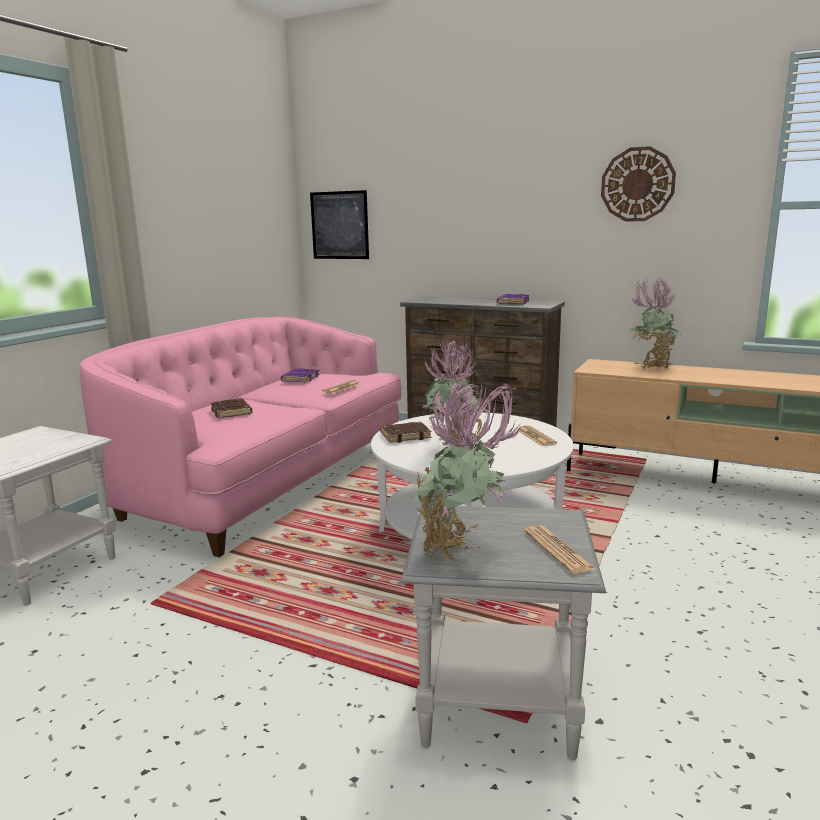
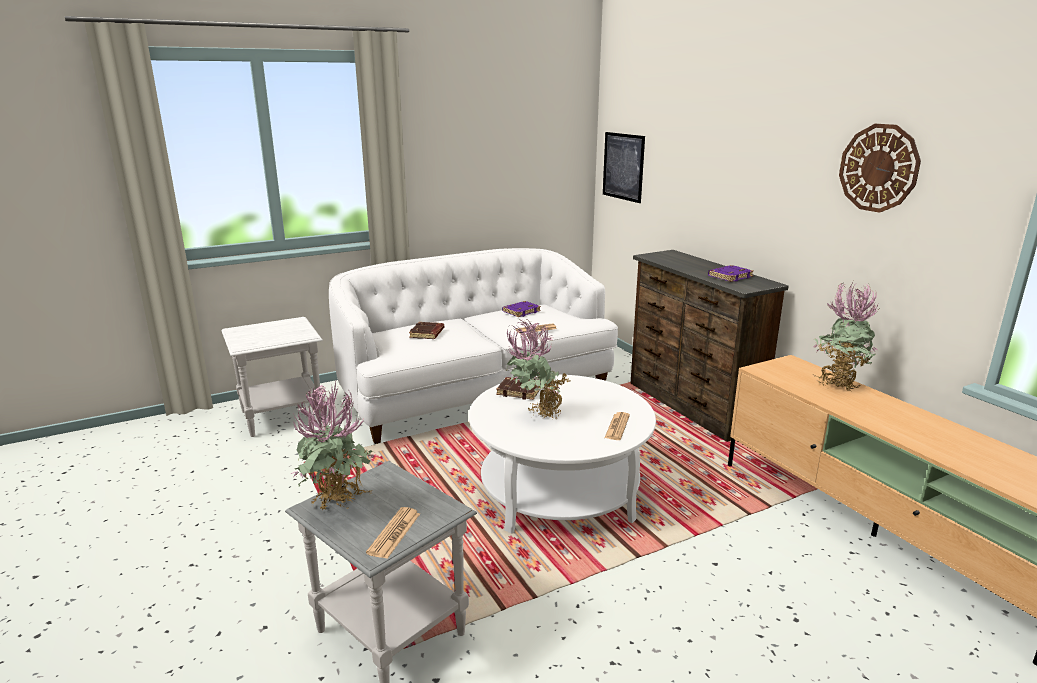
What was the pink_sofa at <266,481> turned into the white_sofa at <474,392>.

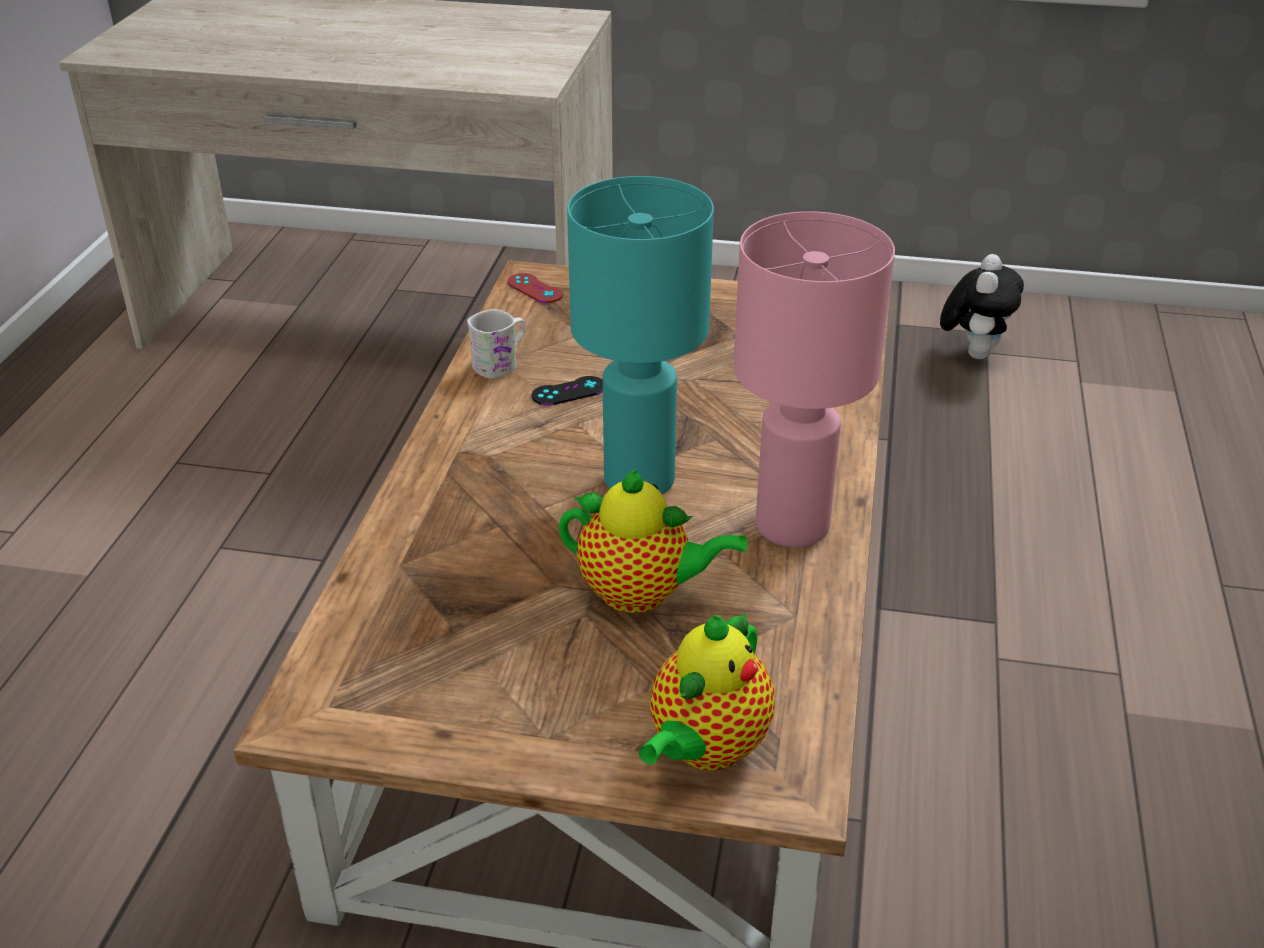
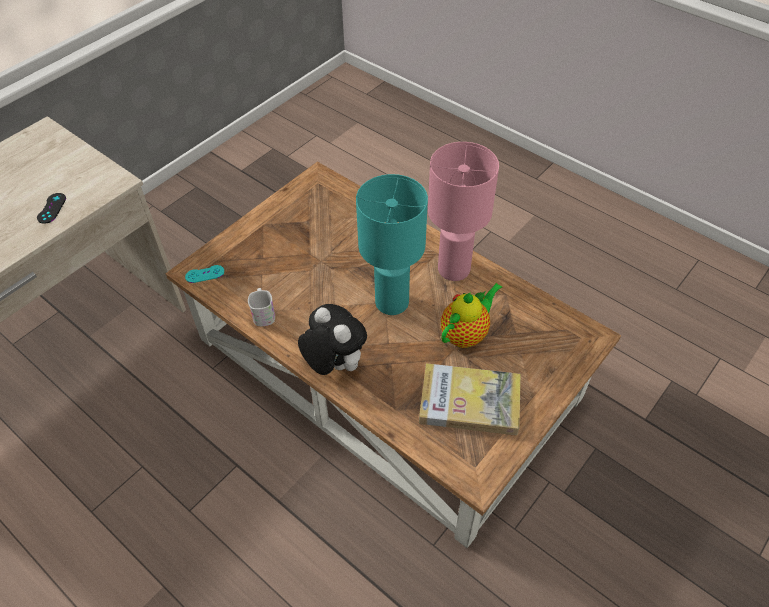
The plush_toy ended up elsewhere, having gone from <973,352> to <334,364>.
What was the red_game_controller at <535,288> turned into the turquoise_game_controller at <205,274>.
The black_game_controller ended up elsewhere, having gone from <568,391> to <51,208>.
The second view lost the teapot at <705,749>.
The second view gained the book at <469,401>.

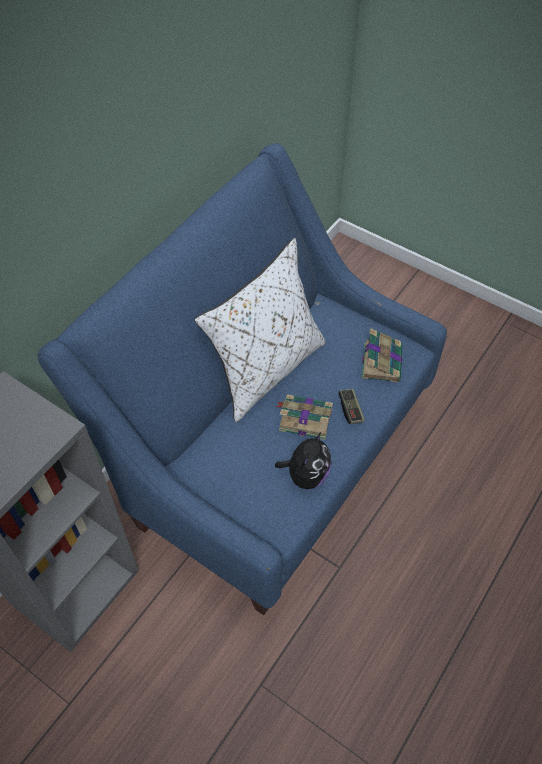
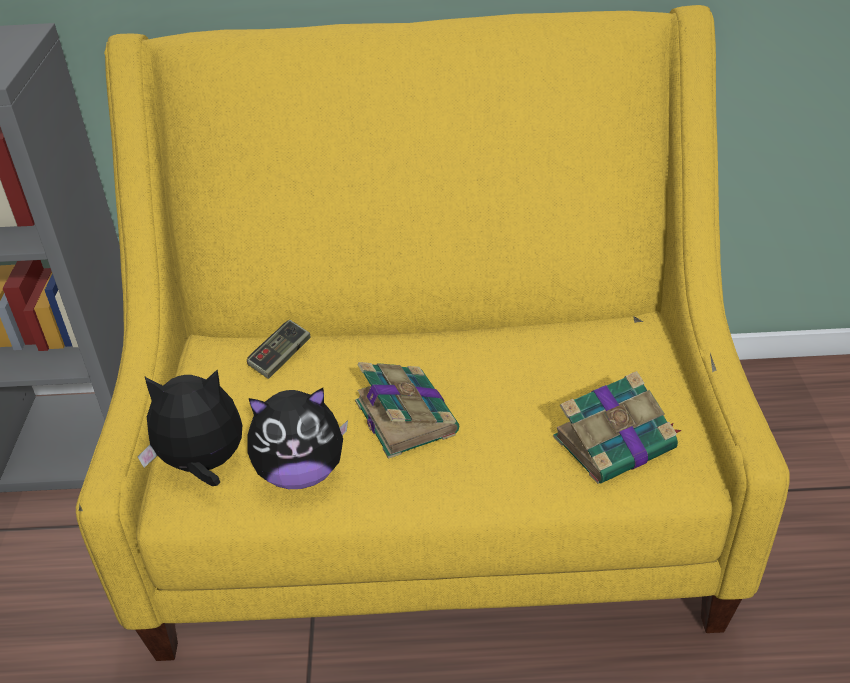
What was the blue_sofa at <270,451> turned into the yellow_sofa at <433,505>.
The second view lost the white_pillow at <265,369>.
The game_controller ended up elsewhere, having gone from <350,410> to <280,358>.
The second view gained the plush_toy at <203,466>.

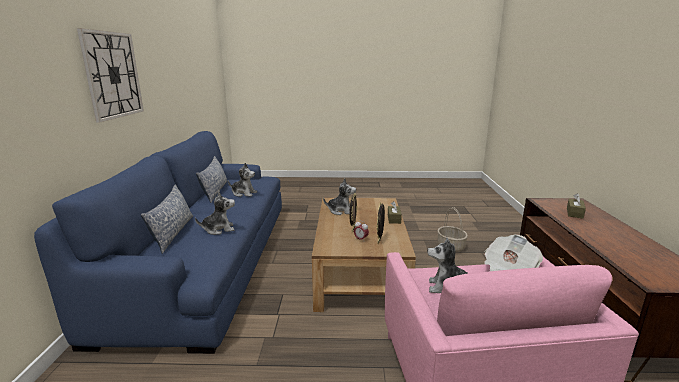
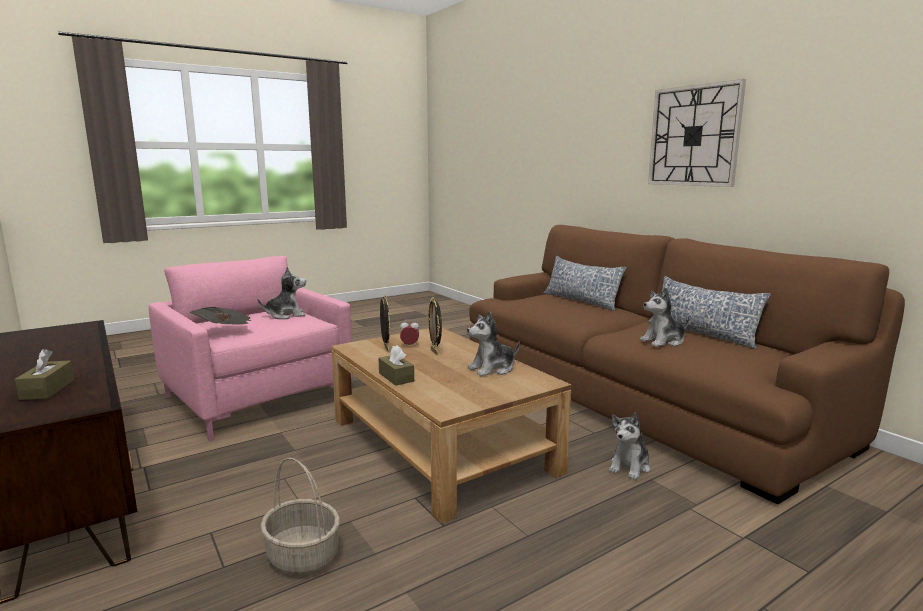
What was the blue_sofa at <208,261> turned into the brown_sofa at <633,396>.
The plush_toy ended up elsewhere, having gone from <219,229> to <630,466>.

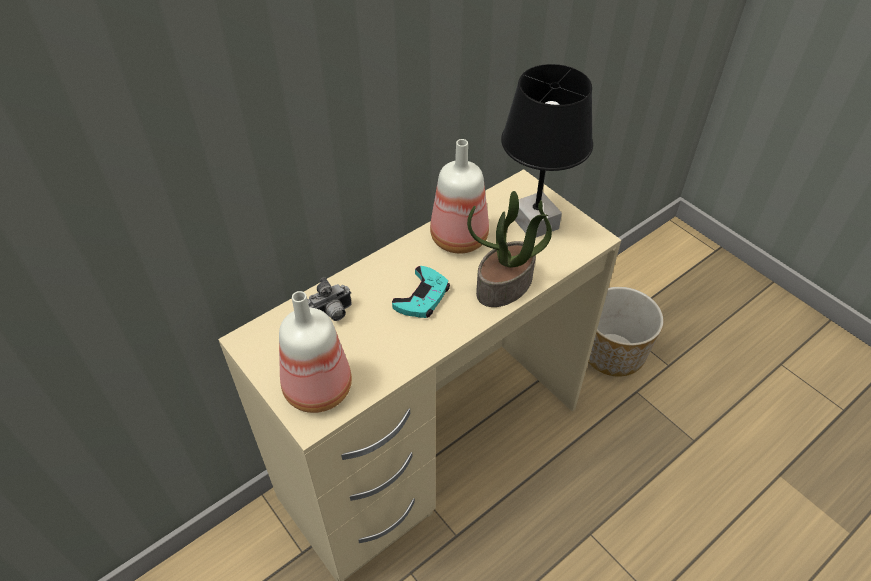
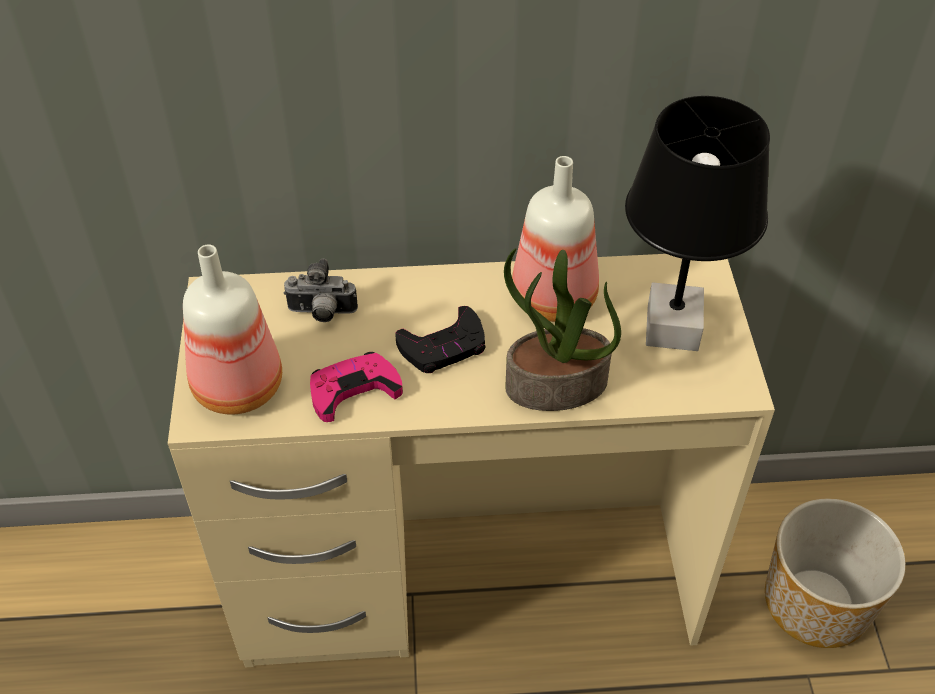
What was the turquoise_game_controller at <422,297> turned into the black_game_controller at <443,346>.
The second view gained the pink_game_controller at <353,390>.

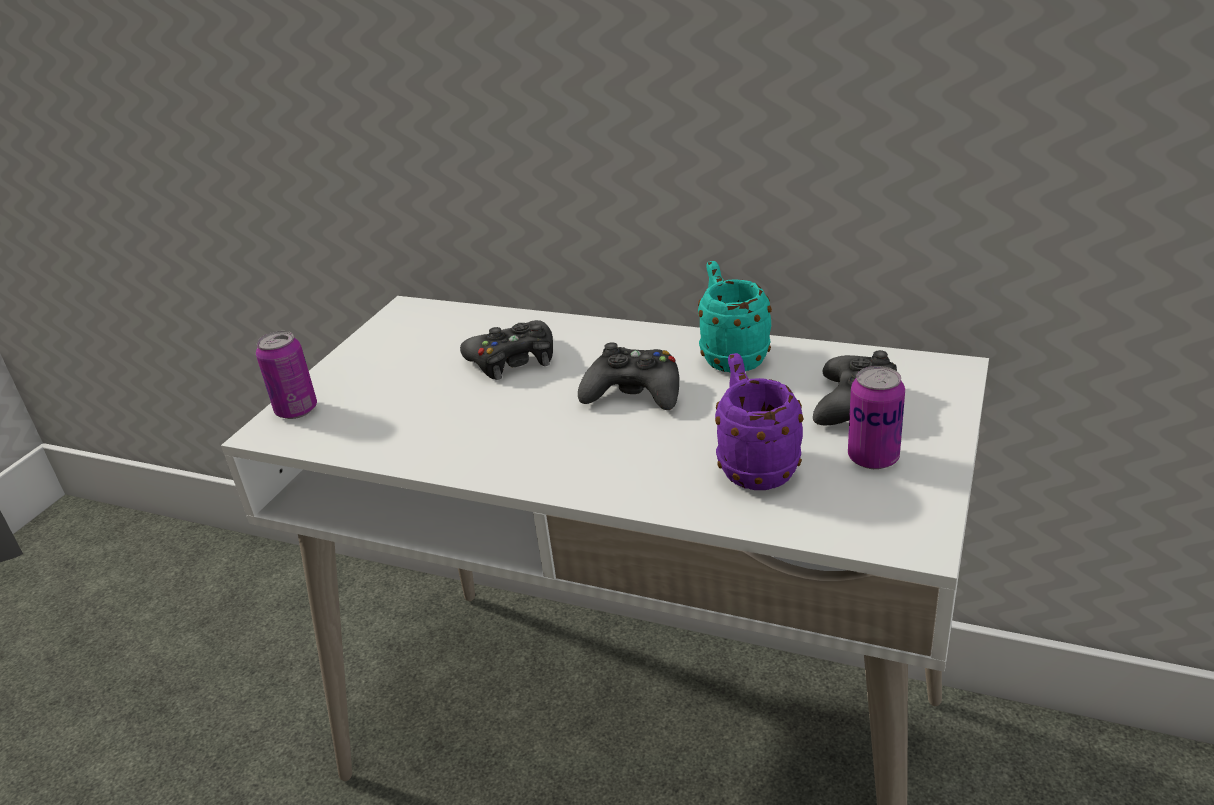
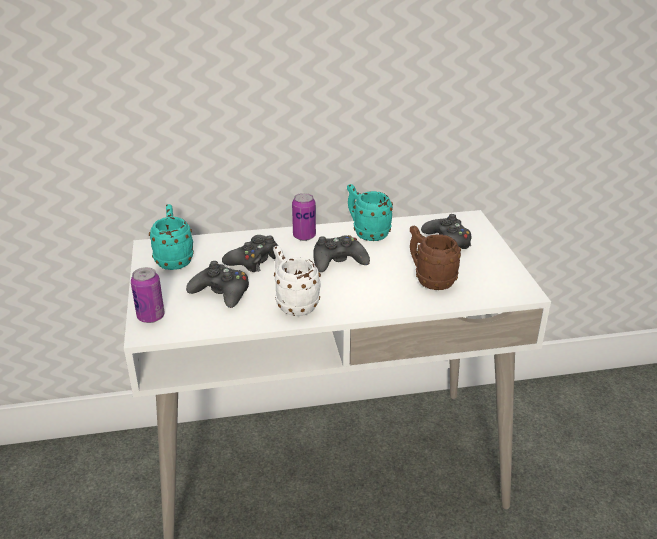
What was the purple_mug at <753,465> turned into the brown_mug at <429,279>.
The can ended up elsewhere, having gone from <873,458> to <304,236>.
The second view gained the turquoise_mug at <174,259>.
The second view gained the white_mug at <293,303>.
The second view gained the black_game_controller at <221,292>.

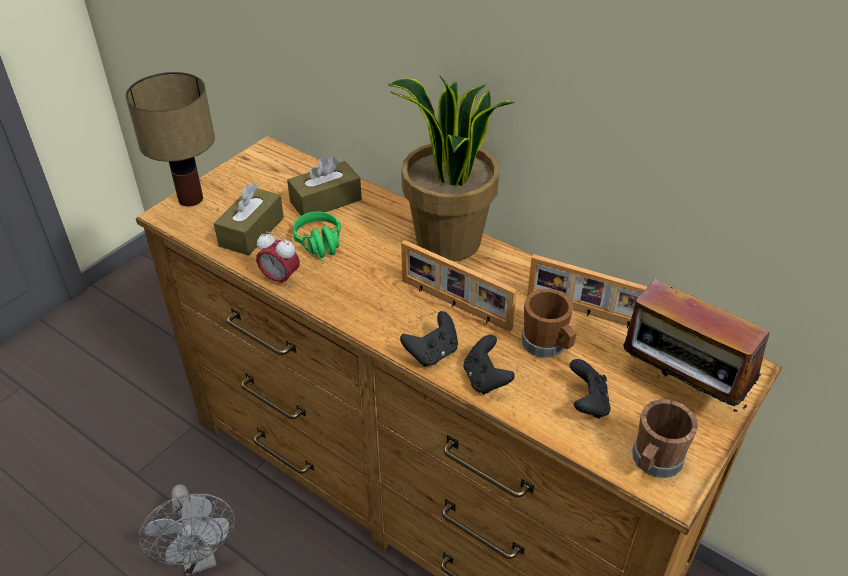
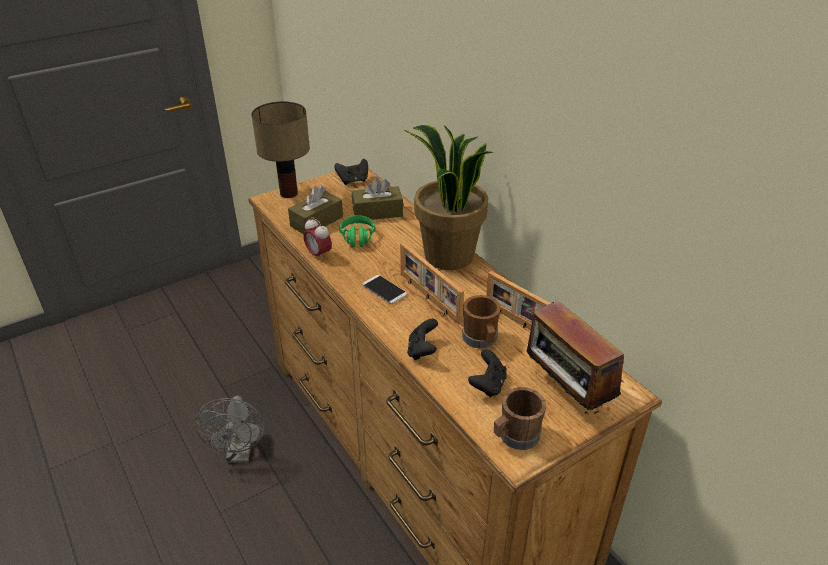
The black_game_controller ended up elsewhere, having gone from <432,353> to <353,181>.
The second view gained the phone at <384,290>.

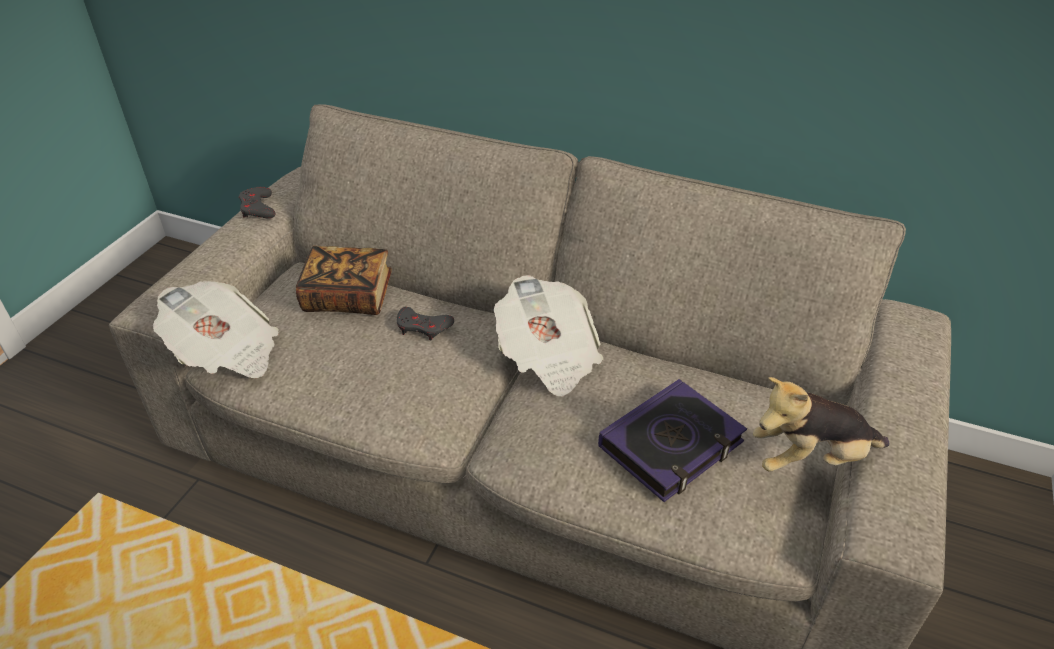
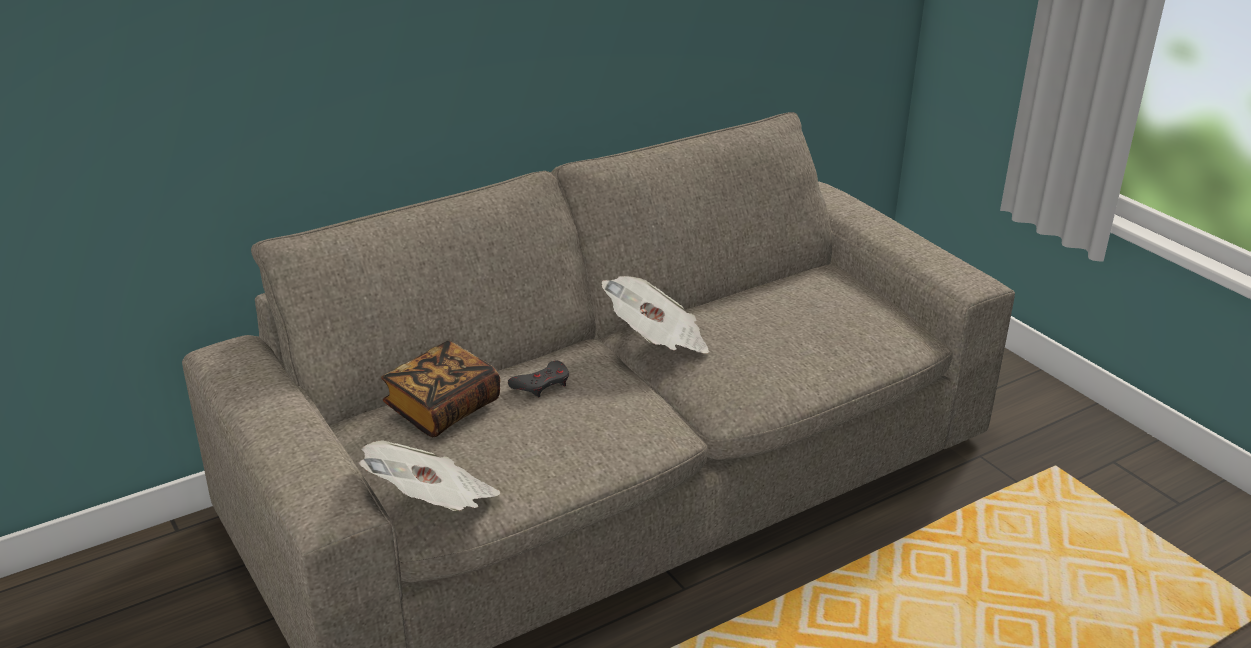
The second view lost the grey_game_controller at <258,208>.
The second view lost the plush_toy at <810,458>.
The second view lost the book at <671,445>.

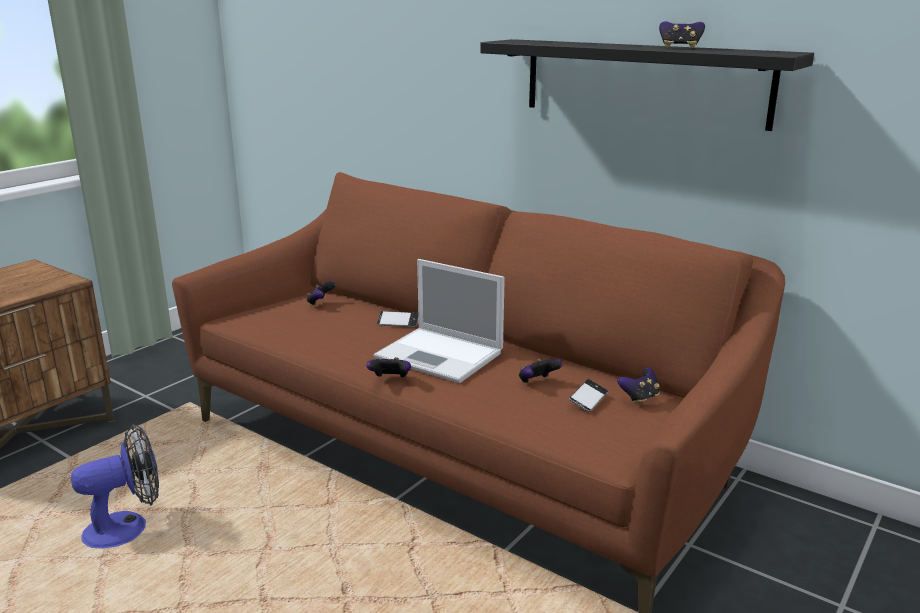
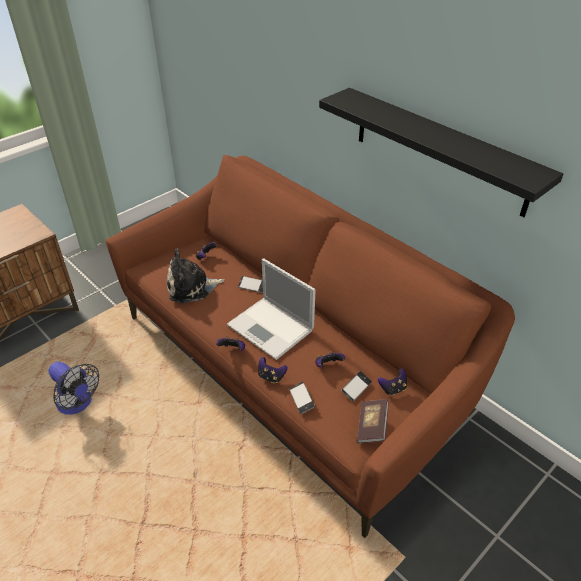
The game_controller ended up elsewhere, having gone from <679,48> to <271,377>.
The fan at <127,527> ended up facing another way, 60 degrees clockwise from before.
The second view gained the plush_toy at <191,287>.
The second view gained the phone at <301,399>.
The second view gained the book at <371,427>.

